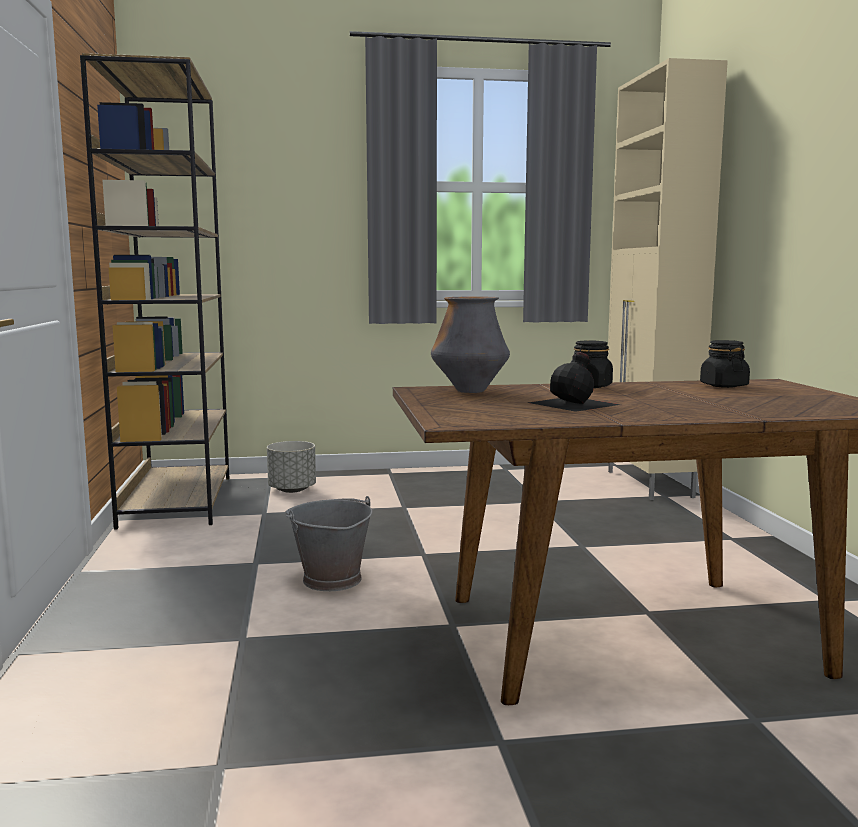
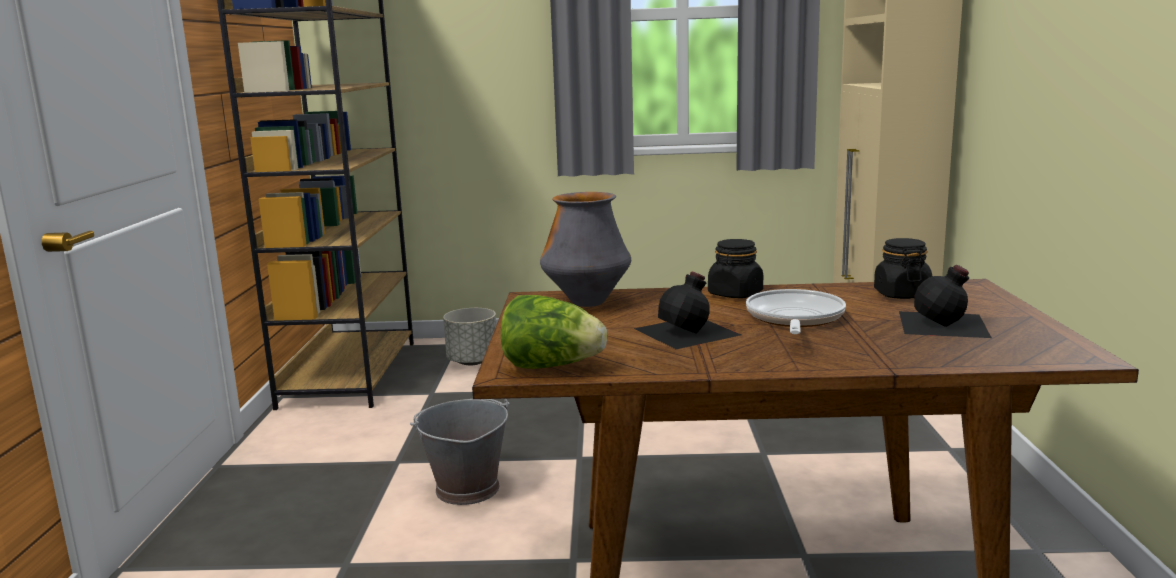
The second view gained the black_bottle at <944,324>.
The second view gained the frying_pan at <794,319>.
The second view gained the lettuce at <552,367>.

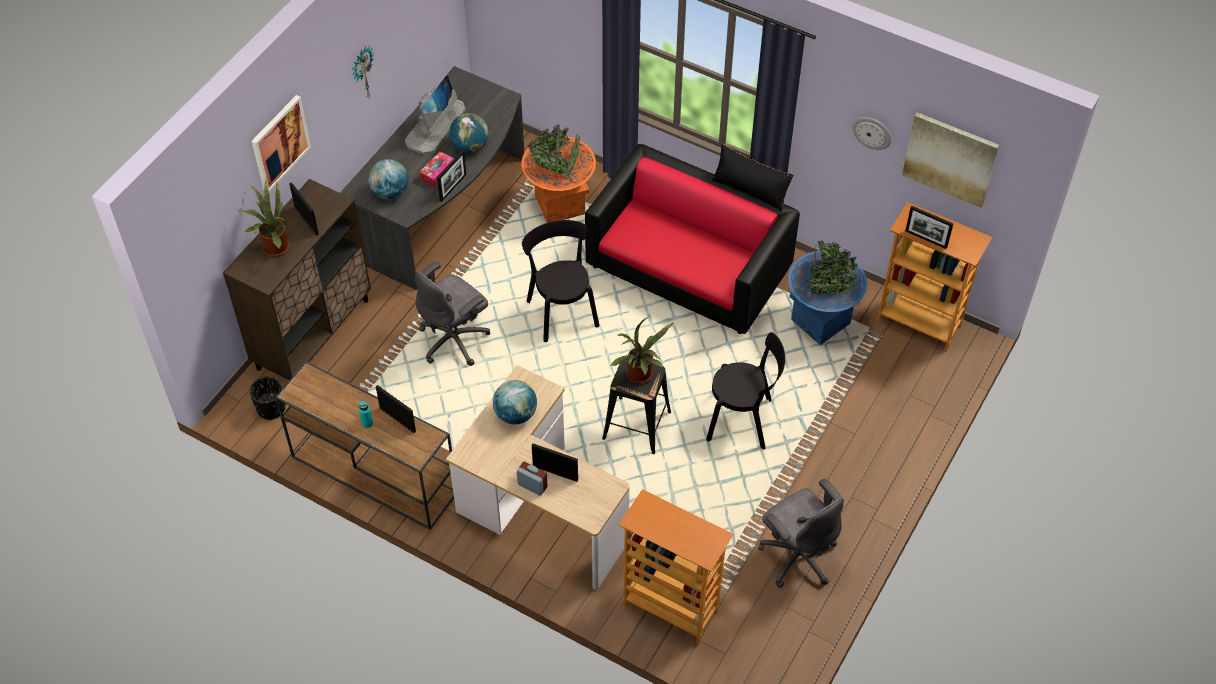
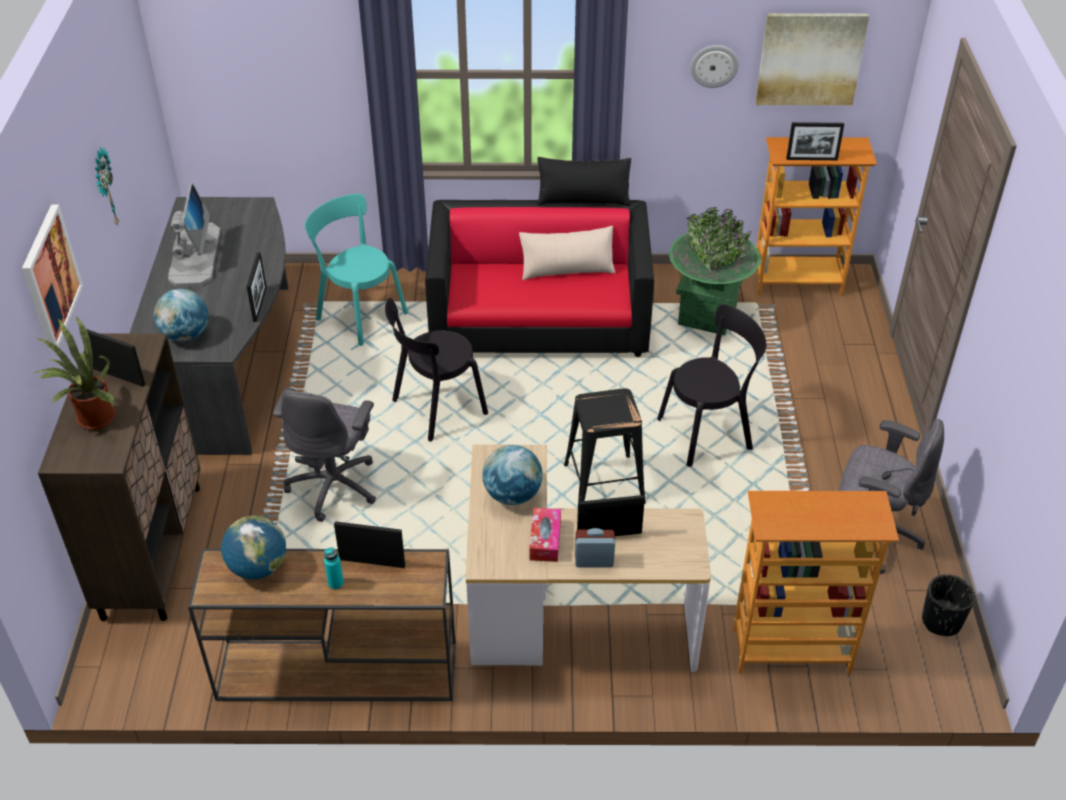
The globe ended up elsewhere, having gone from <470,146> to <258,567>.
Where the orange_planter stood at <560,205>, the turquoise_chair came to stand at <359,314>.
The tissue_box ended up elsewhere, having gone from <437,173> to <545,540>.
The black_chair at <561,310> ended up facing another way, 75 degrees counterclockwise from before.
What was the blue_planter at <821,322> turned into the green_planter at <707,316>.
The second view lost the potted_plant at <641,376>.
The black_planter ended up elsewhere, having gone from <271,408> to <941,621>.
The second view gained the beige_pillow at <567,269>.

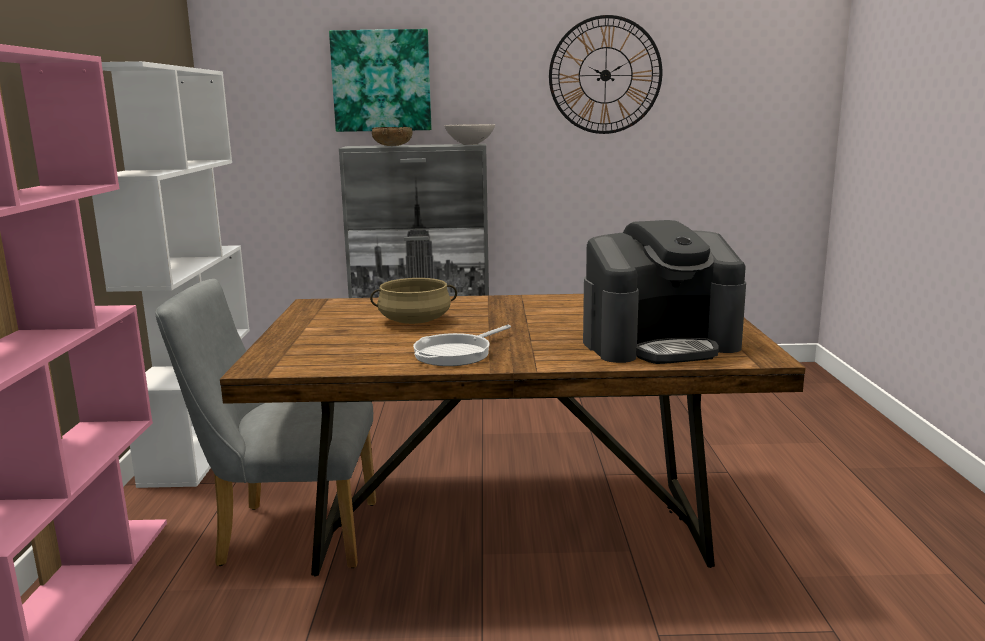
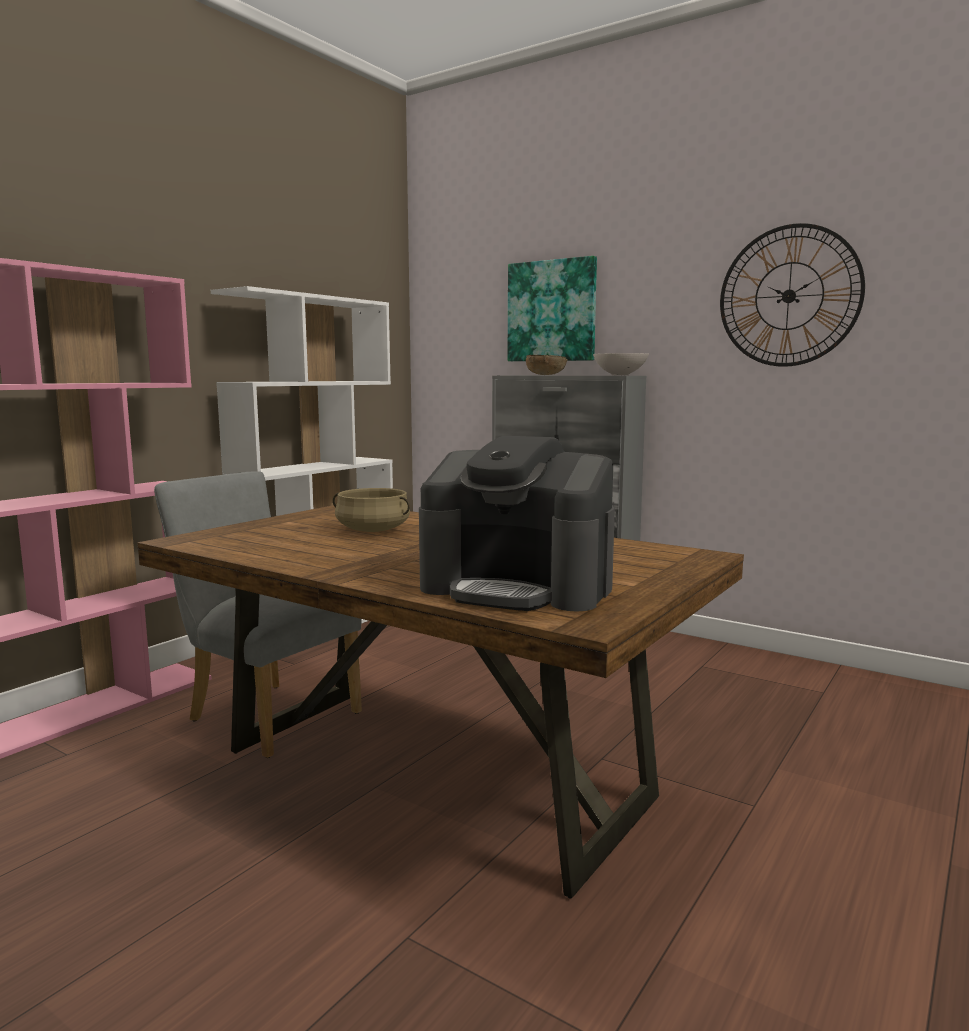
The second view lost the frying_pan at <456,353>.

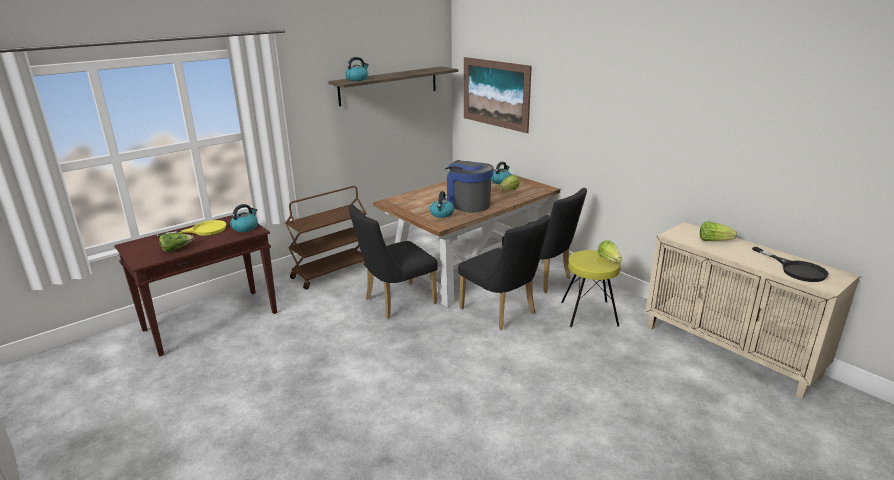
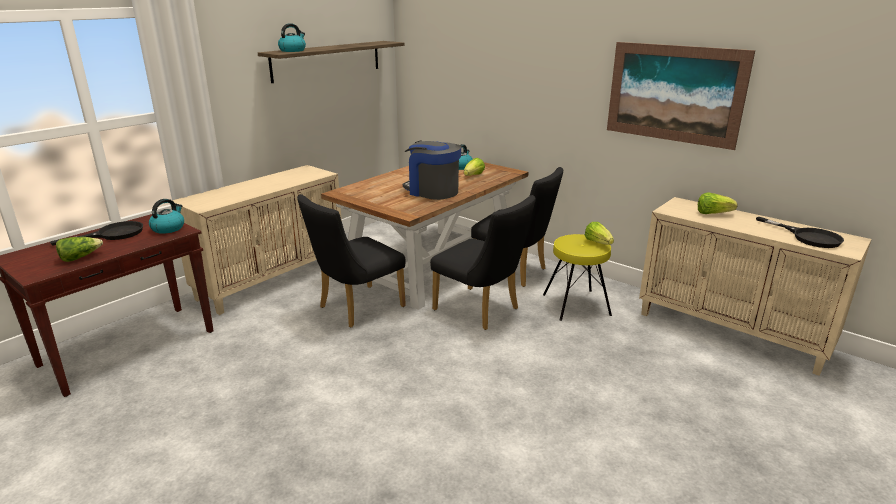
The picture ended up elsewhere, having gone from <495,93> to <674,93>.
Where the brown_cart stood at <332,272>, the beige_cabinet came to stand at <272,280>.
The second view lost the kettle at <442,214>.
What was the yellow_frying_pan at <202,230> turned into the black_frying_pan at <112,234>.

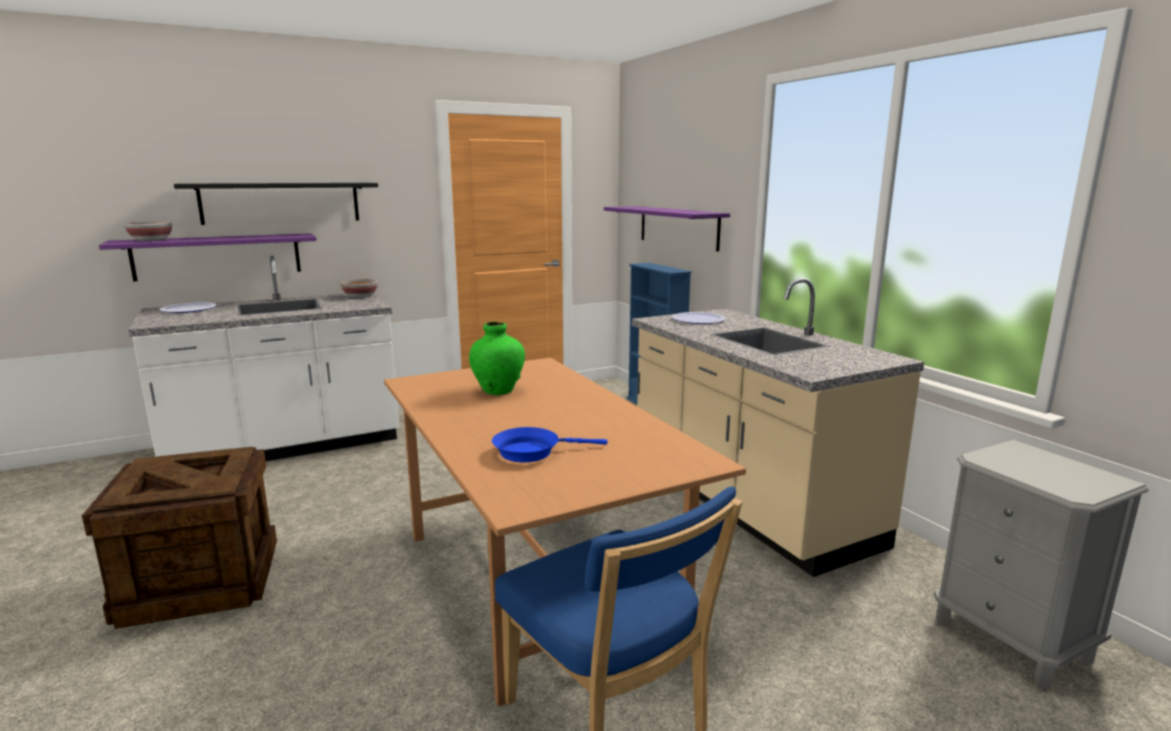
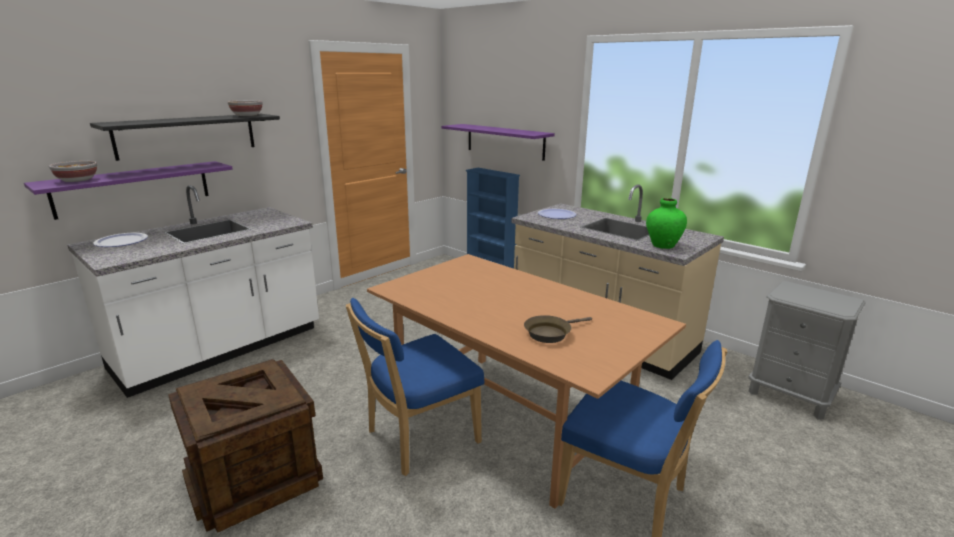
The bowl ended up elsewhere, having gone from <360,296> to <247,115>.
The green_vase ended up elsewhere, having gone from <498,390> to <663,245>.
What was the blue_frying_pan at <532,451> turned into the brown_frying_pan at <550,333>.
The second view gained the blue_chair at <418,438>.

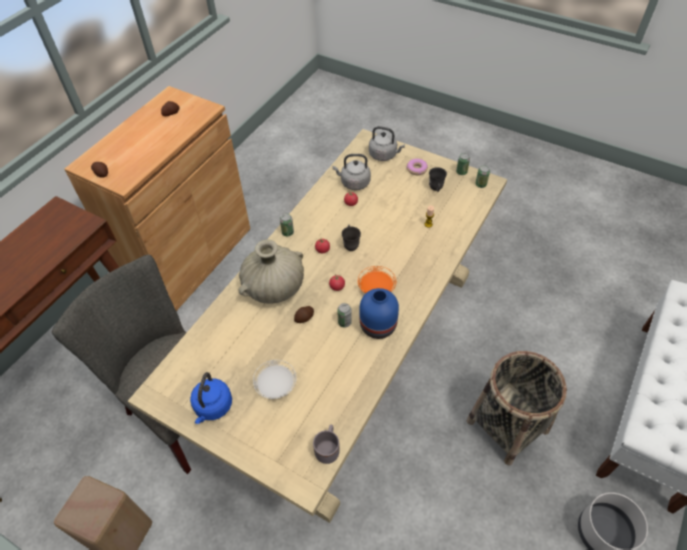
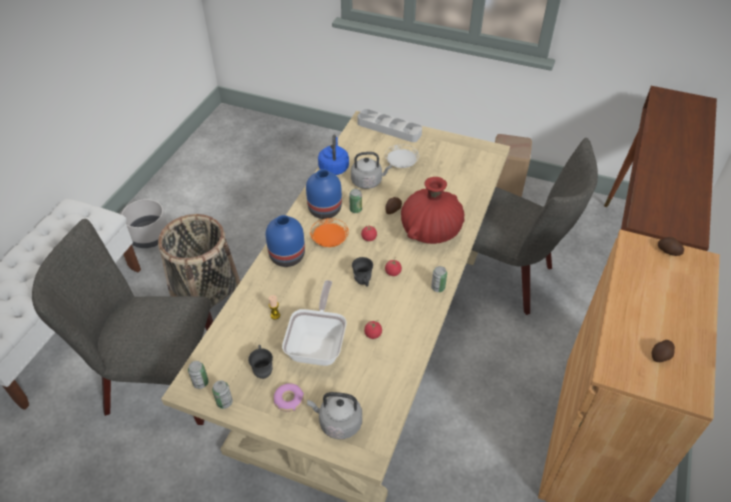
The grey_kettle ended up elsewhere, having gone from <353,183> to <368,181>.
What was the beige_vase at <274,287> turned into the red_vase at <430,231>.
The blue_kettle ended up elsewhere, having gone from <213,407> to <334,167>.
The second view lost the grey_mug at <328,448>.
The second view gained the grey_tray at <389,128>.
The second view gained the blue_vase at <286,257>.
The second view gained the grey_chair at <156,381>.
The second view gained the frying_pan at <318,344>.

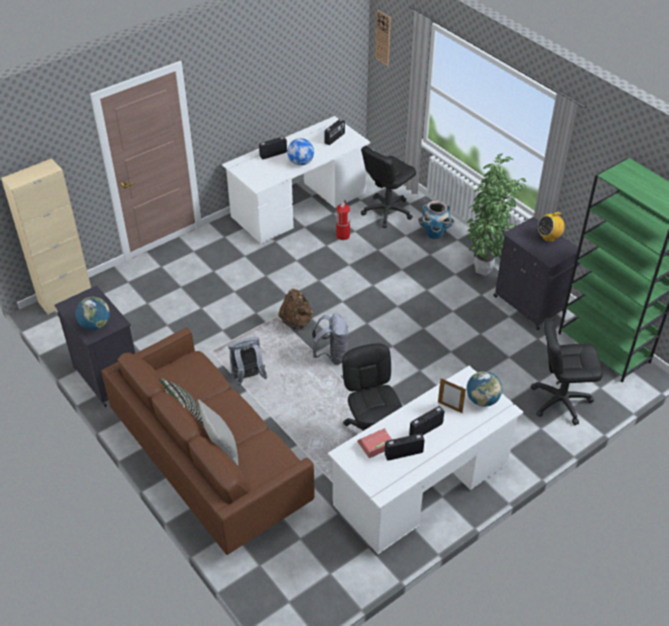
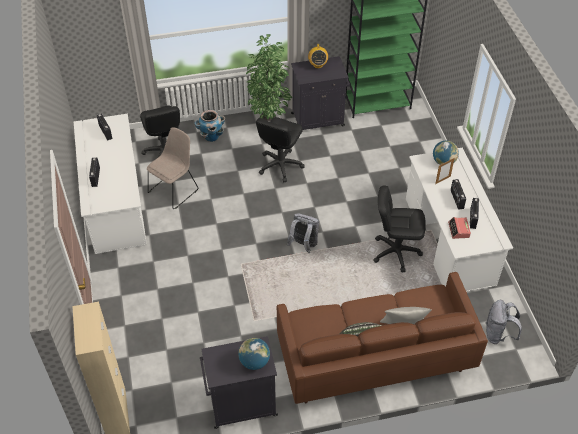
The second view lost the wall_clock at <383,38>.
The second view lost the globe at <301,163>.
Where the fire_extinguisher stood at <343,236>, the beige_chair came to stand at <174,190>.
The second view lost the brown_backpack at <297,321>.
The black_office_chair ended up elsewhere, having gone from <560,401> to <280,165>.
The grey_backpack ended up elsewhere, having gone from <248,377> to <498,334>.

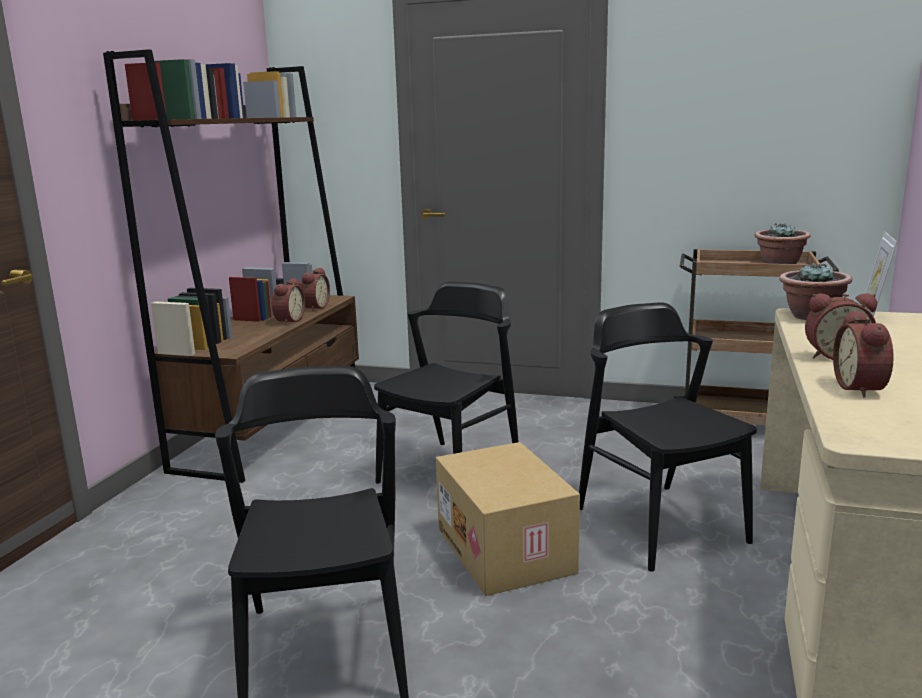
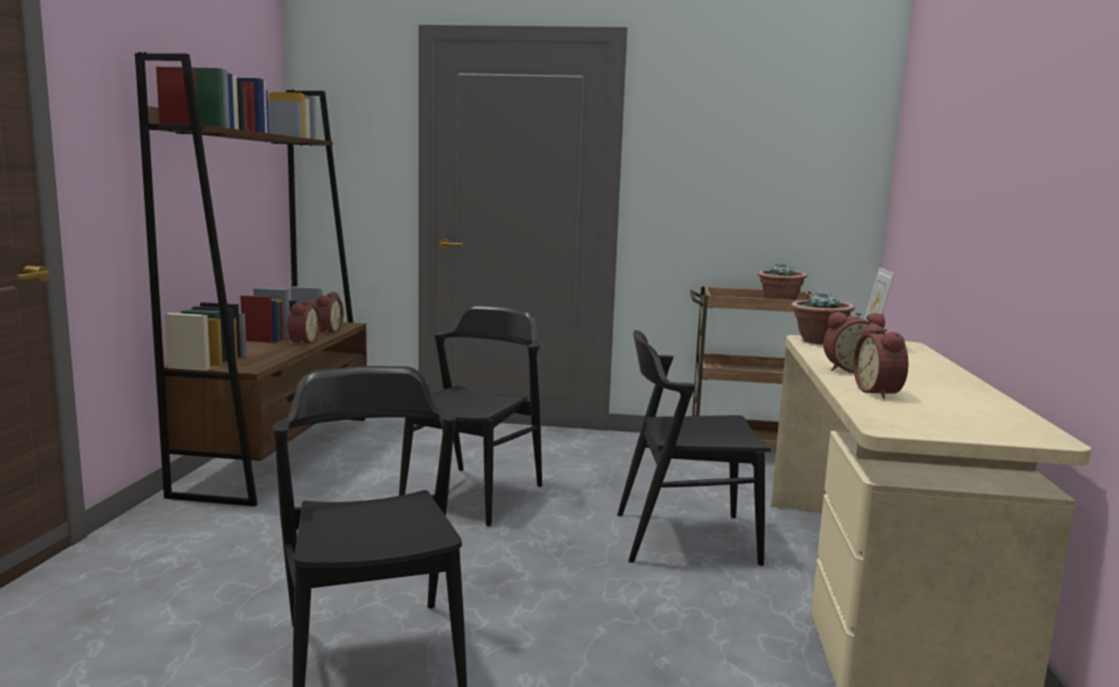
The black_chair at <660,524> ended up facing another way, 60 degrees counterclockwise from before.
The second view lost the cardboard_box at <507,550>.

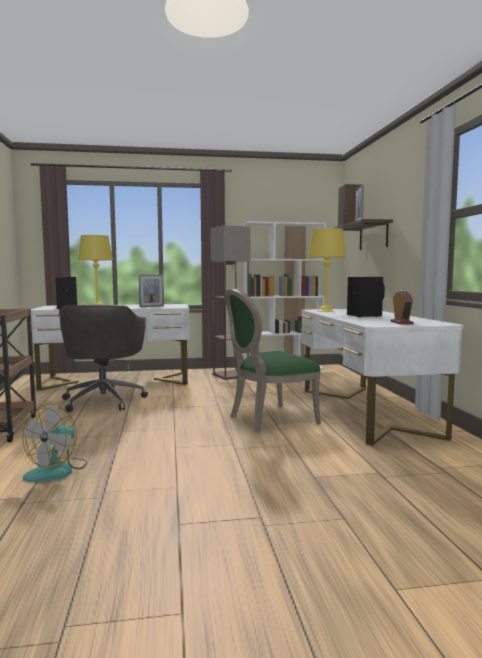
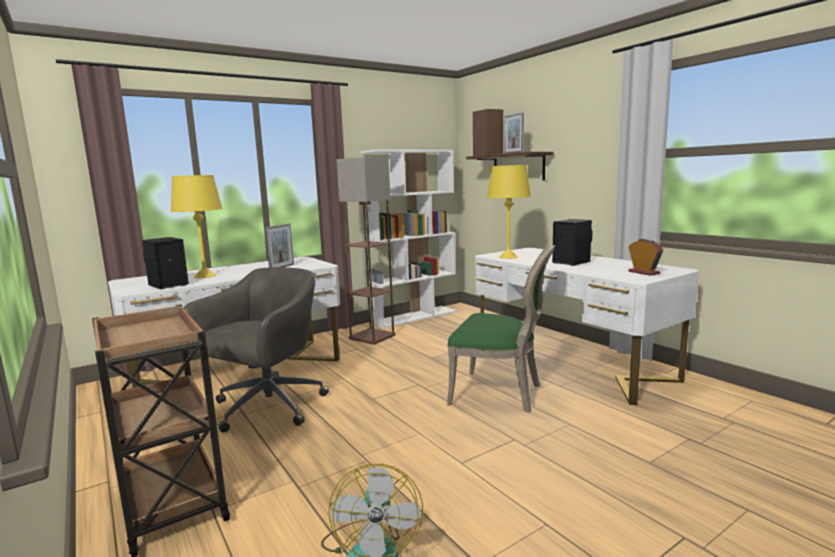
The green_chair at <269,419> ended up facing another way, 105 degrees counterclockwise from before.
The grey_office_chair at <104,400> ended up facing another way, 120 degrees counterclockwise from before.

